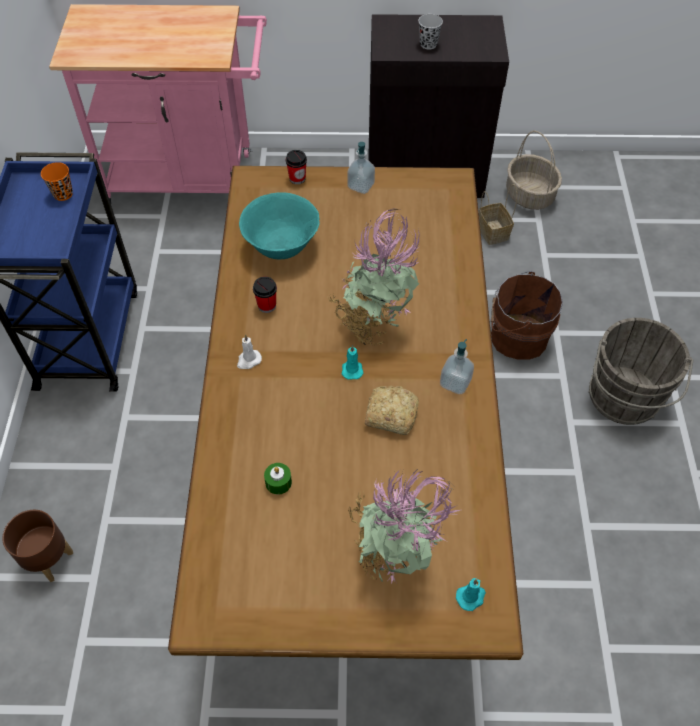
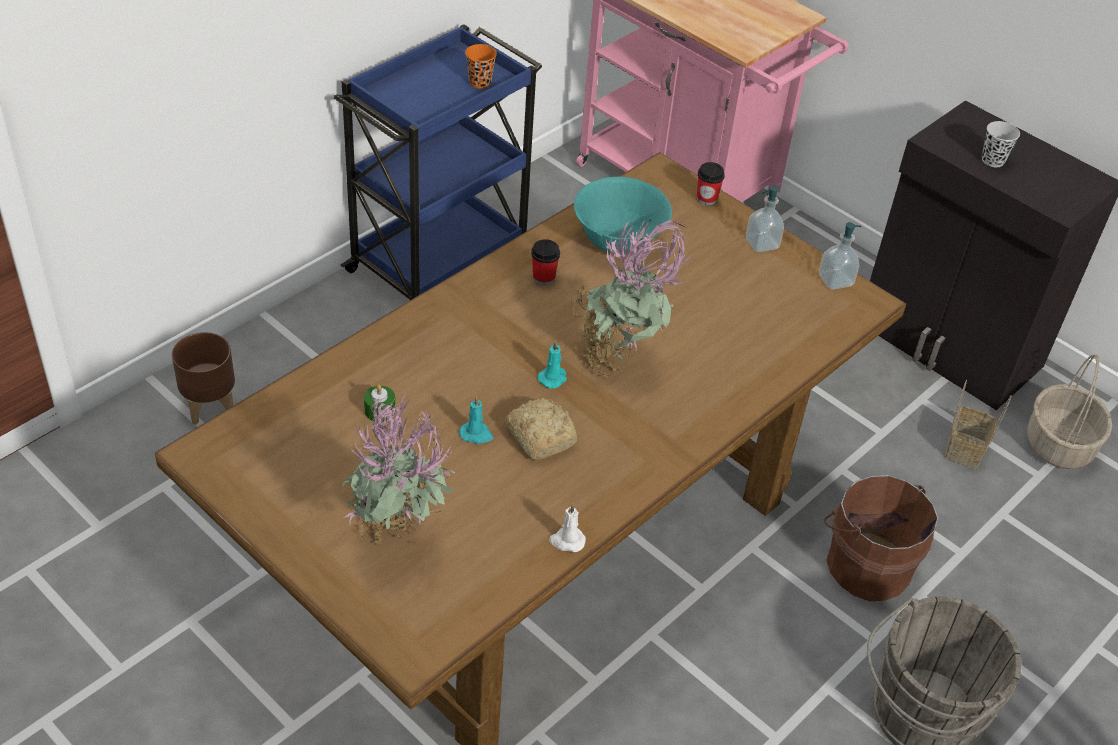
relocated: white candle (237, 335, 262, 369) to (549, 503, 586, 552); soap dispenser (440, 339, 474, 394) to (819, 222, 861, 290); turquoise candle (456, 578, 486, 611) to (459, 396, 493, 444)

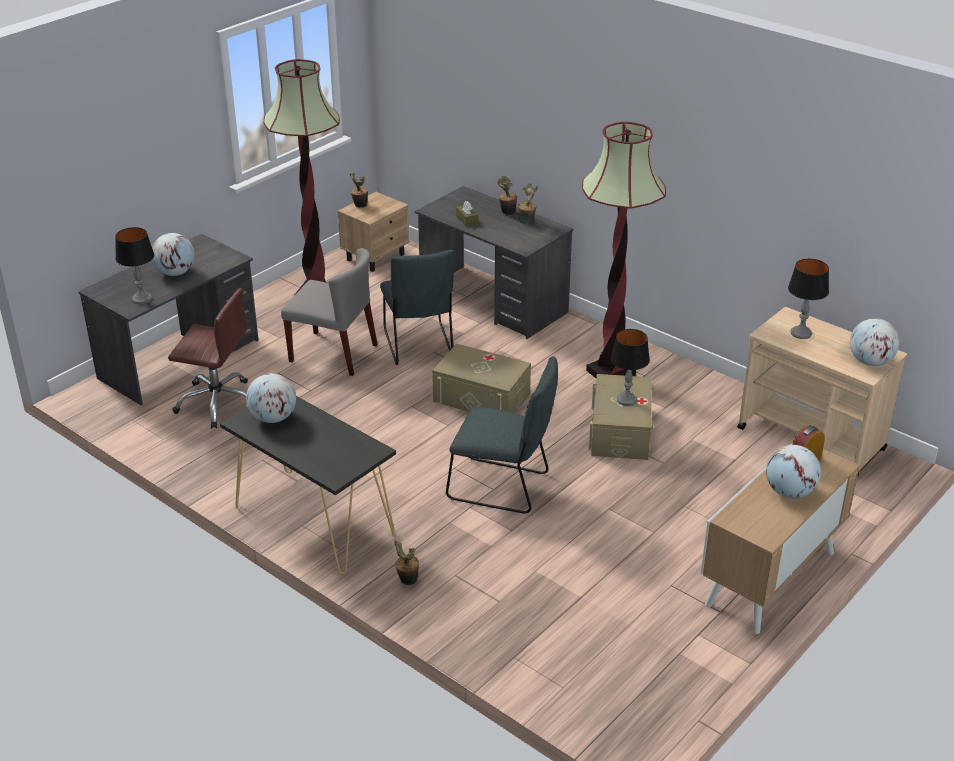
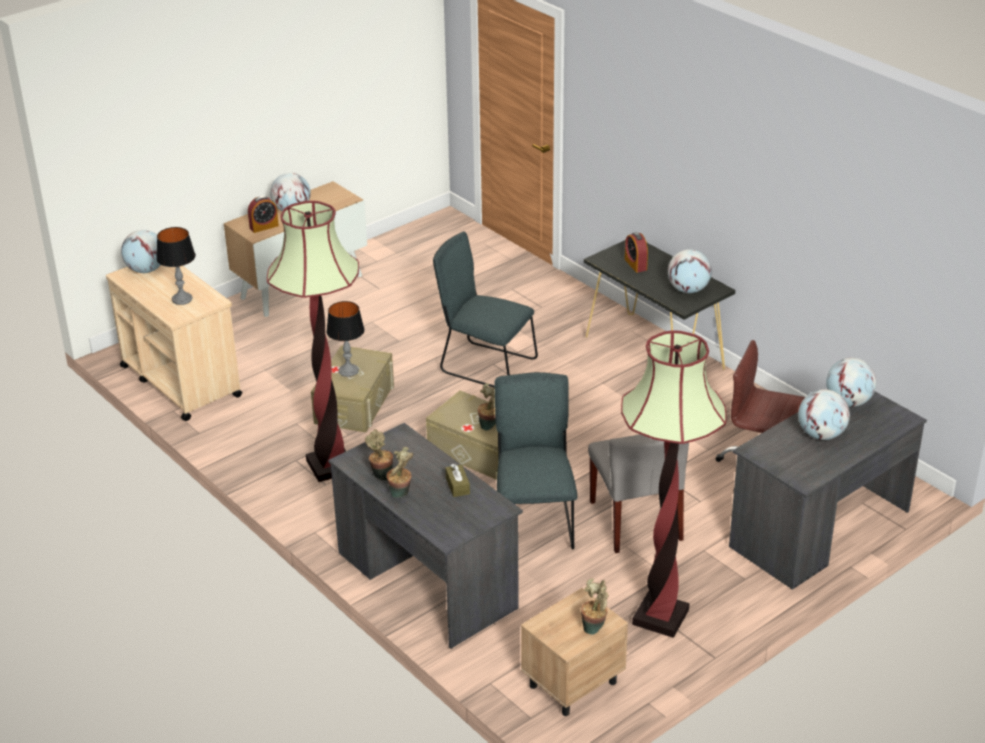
appeared: alarm clock (625, 232, 648, 273)
relocated: potted plant (394, 540, 419, 585) to (478, 383, 496, 430)
exchanged: table lamp (115, 227, 154, 304) to globe (826, 358, 877, 407)
spun: grey chair (281, 248, 378, 376) = (588, 434, 689, 553) 135 degrees counterclockwise

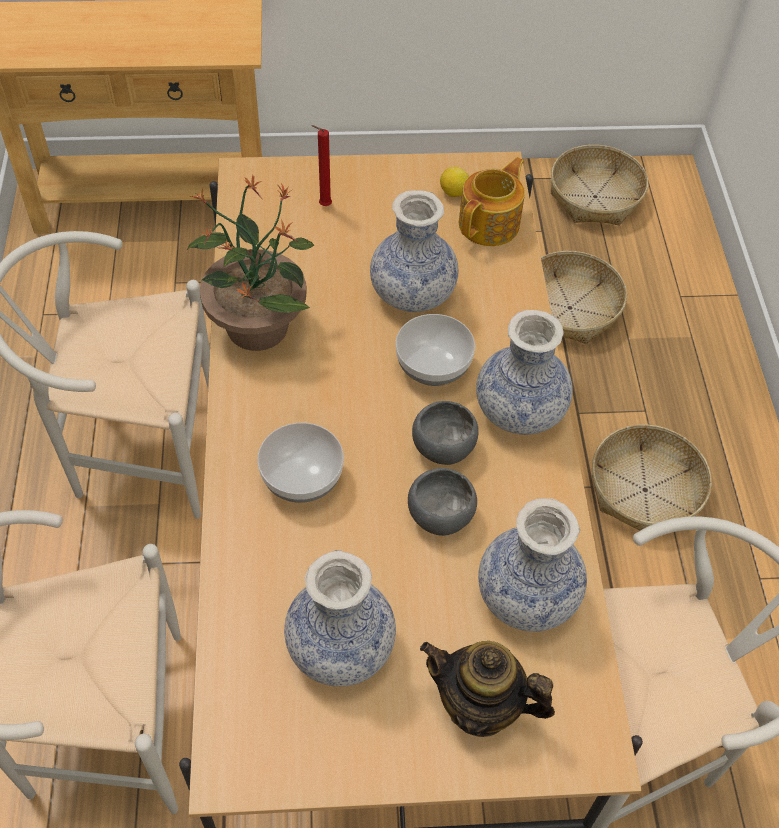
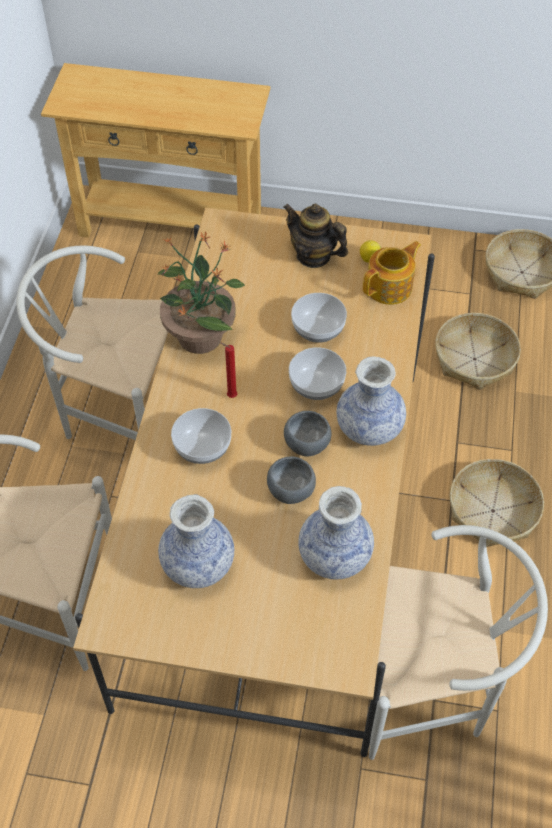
relocated: red candle (311, 125, 332, 206) to (220, 342, 237, 398); teapot (420, 641, 555, 737) to (283, 204, 348, 268)
exchanged: vase (370, 190, 459, 312) to bowl (291, 293, 347, 343)

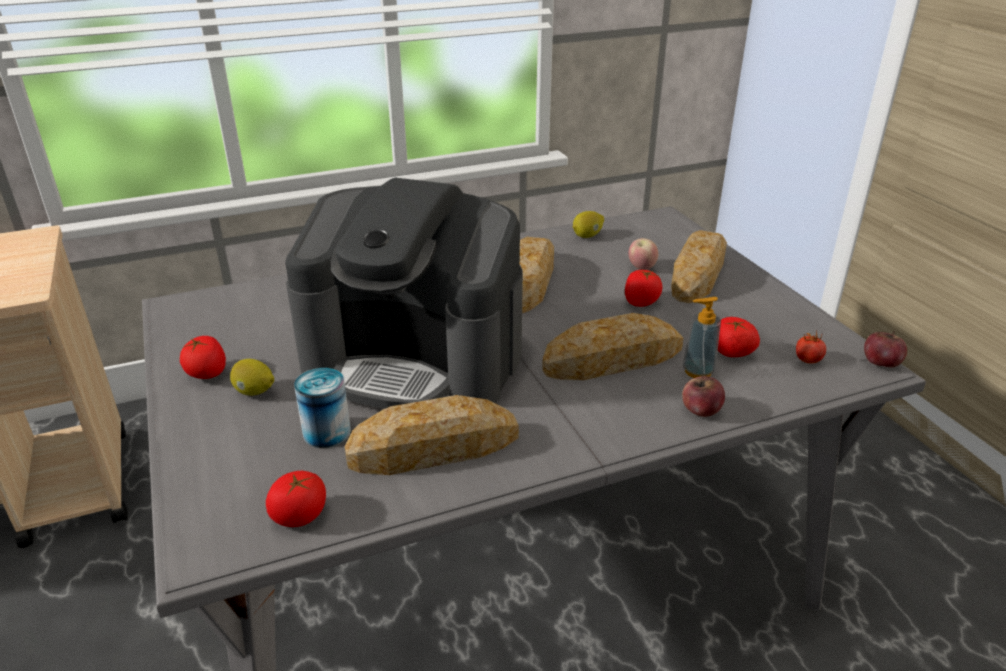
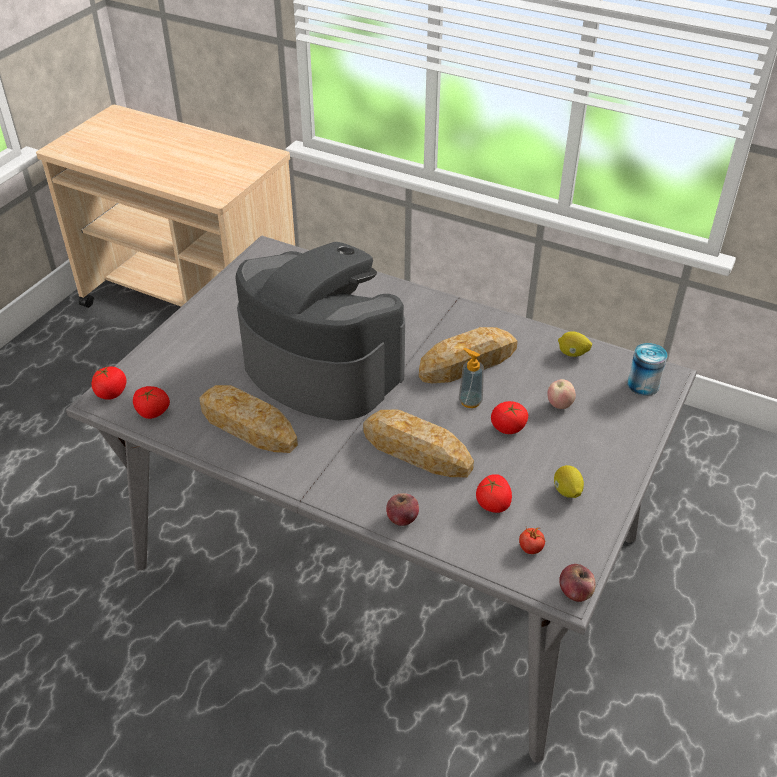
missing: bread (671, 230, 727, 303)
relocated: tomato (180, 336, 226, 379) to (92, 366, 127, 400); lemon (230, 359, 274, 396) to (554, 465, 584, 498); can (294, 368, 351, 448) to (627, 343, 668, 396); soap dispenser (682, 297, 721, 378) to (459, 348, 484, 408)
spun: coffee machine (285, 178, 523, 409) = (235, 242, 405, 421) 150 degrees clockwise

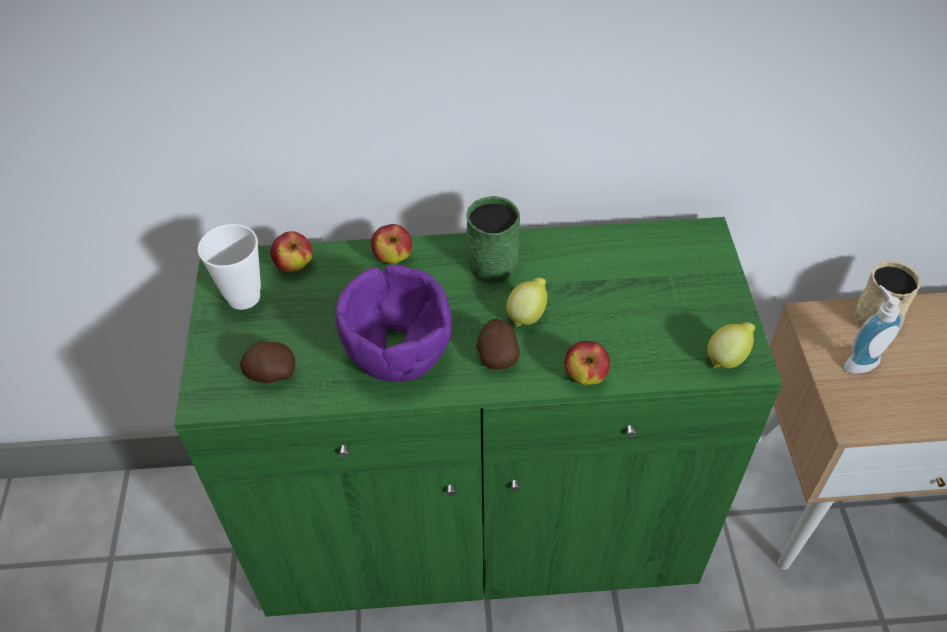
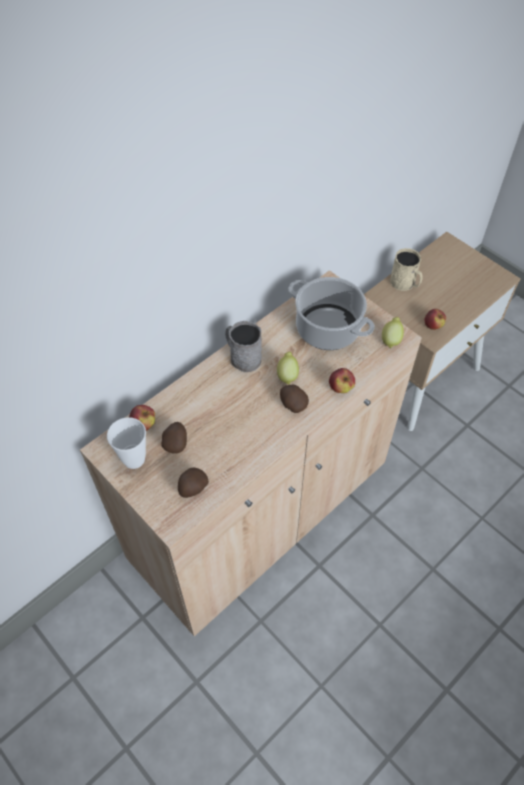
missing: purple bowl (336, 265, 452, 382); soap dispenser (844, 285, 904, 373)
appeared: potato (161, 422, 187, 454); cooking pot (288, 277, 375, 350)
relocated: apple (371, 224, 412, 264) to (425, 309, 446, 330)
colour: green cabinet (174, 217, 782, 617) to beige cabinet (80, 270, 422, 636); green mug (466, 196, 520, 283) to grey mug (225, 321, 262, 372)

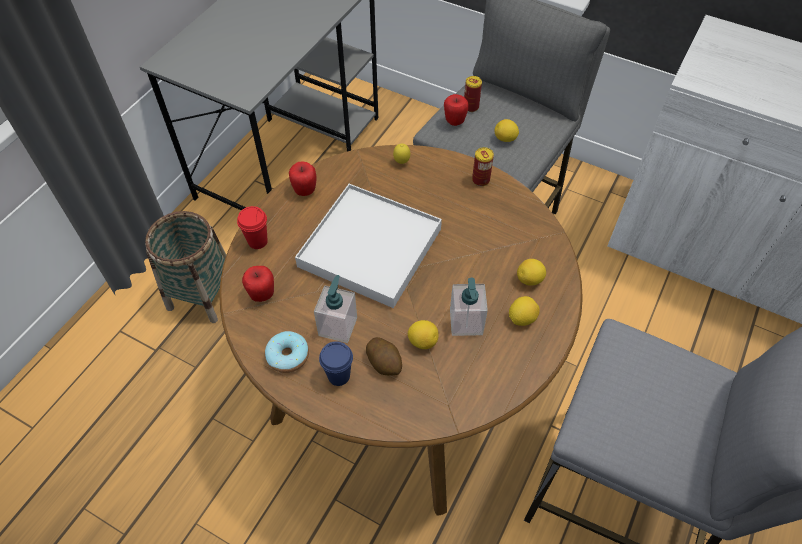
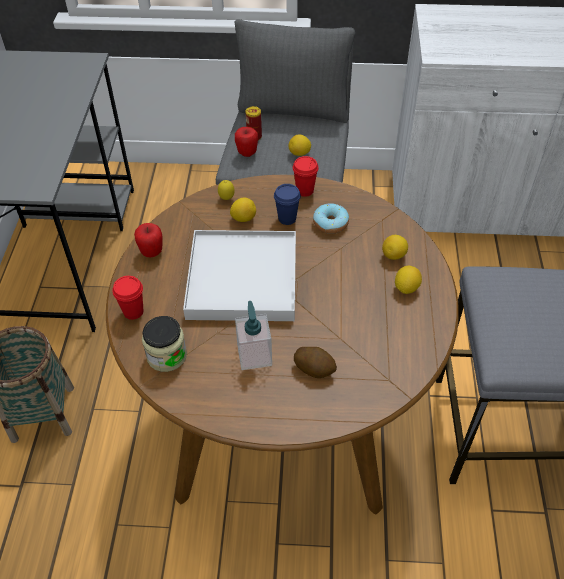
missing: soap dispenser (450, 277, 488, 336)
relocated: donut (265, 331, 309, 373) to (313, 203, 349, 234); blue cup (319, 341, 353, 386) to (274, 184, 301, 225); lemon (408, 320, 439, 349) to (230, 198, 256, 222)
exchanged: apple (242, 266, 274, 302) to jar (142, 316, 187, 372); can (472, 147, 494, 186) to red cup (293, 156, 319, 197)

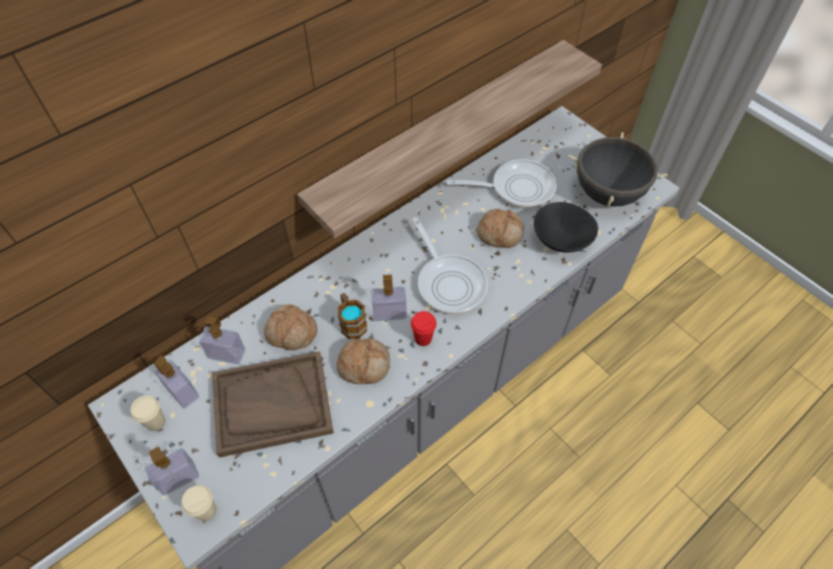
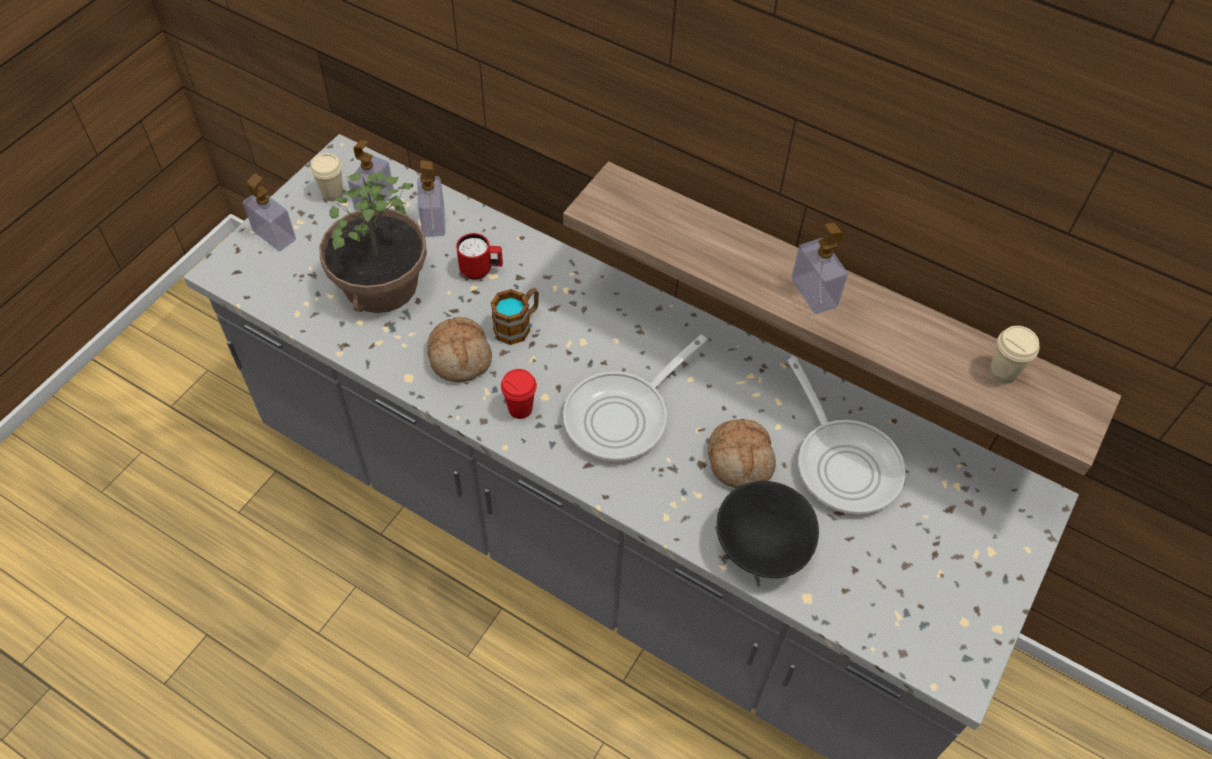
missing: black cooking pot (569, 132, 668, 207)
relocated: beige cup (181, 485, 216, 521) to (989, 326, 1039, 384); soap dispenser (371, 275, 407, 321) to (792, 223, 848, 314)
exchanged: brown tray (212, 351, 334, 458) to potted plant (320, 171, 427, 313); bread (264, 304, 317, 350) to red mug (456, 233, 503, 280)

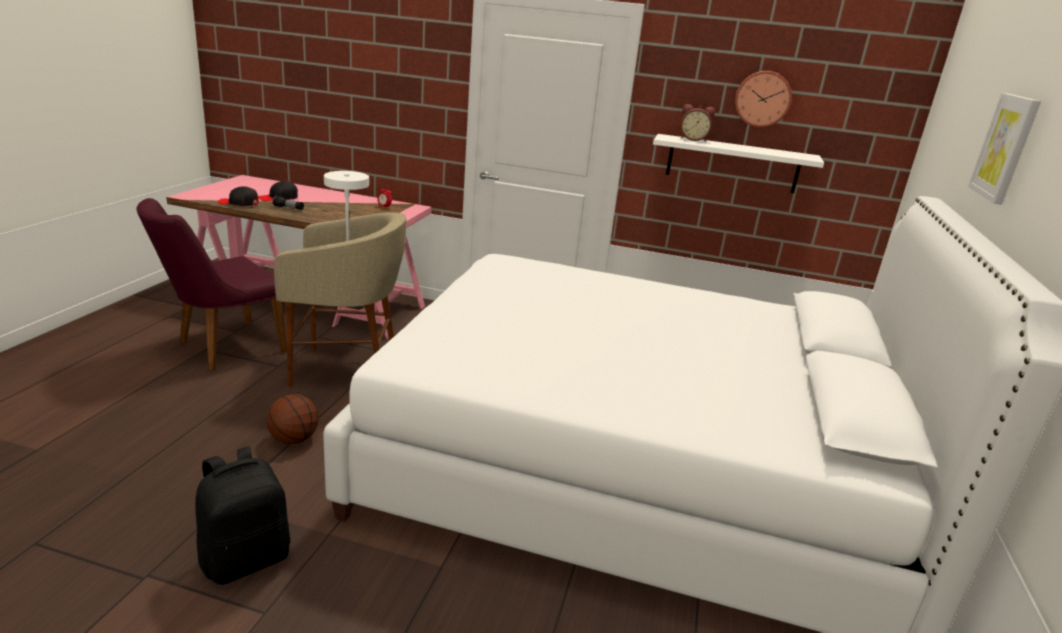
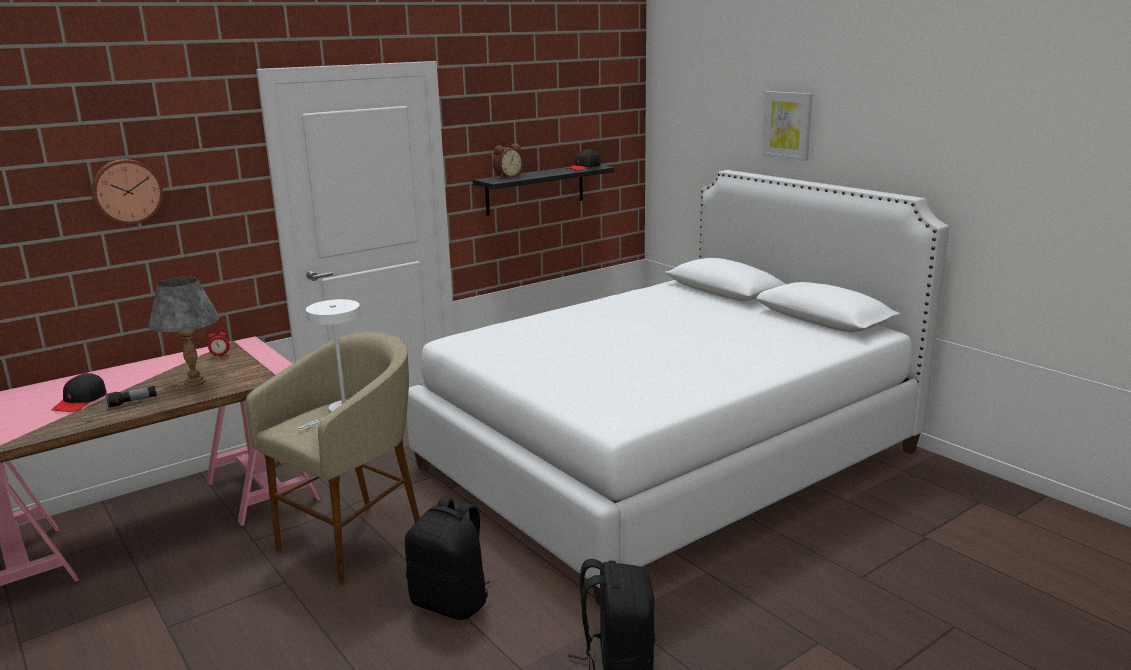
missing: purple chair (136, 198, 287, 371)
appeared: grey table lamp (149, 277, 220, 386)
relocated: black cap (218, 186, 259, 206) to (566, 149, 601, 171); wall clock (735, 71, 792, 128) to (92, 159, 163, 224)
exchanged: basketball (266, 394, 319, 444) to black backpack (405, 497, 490, 620)
colour: white shelf (653, 134, 824, 193) to black shelf (473, 165, 615, 216)

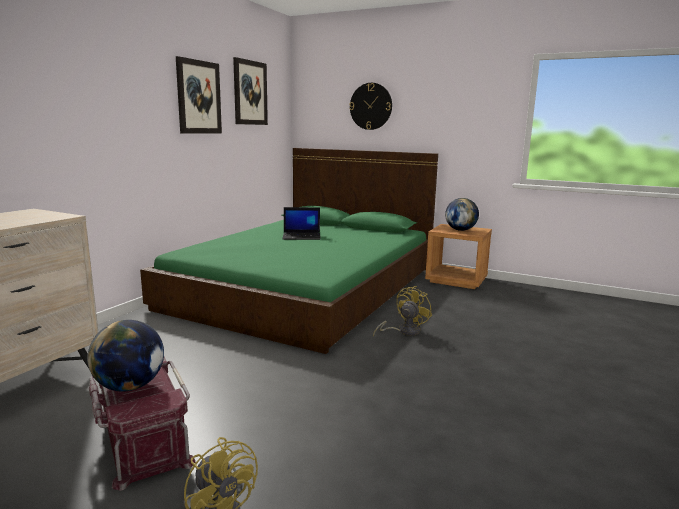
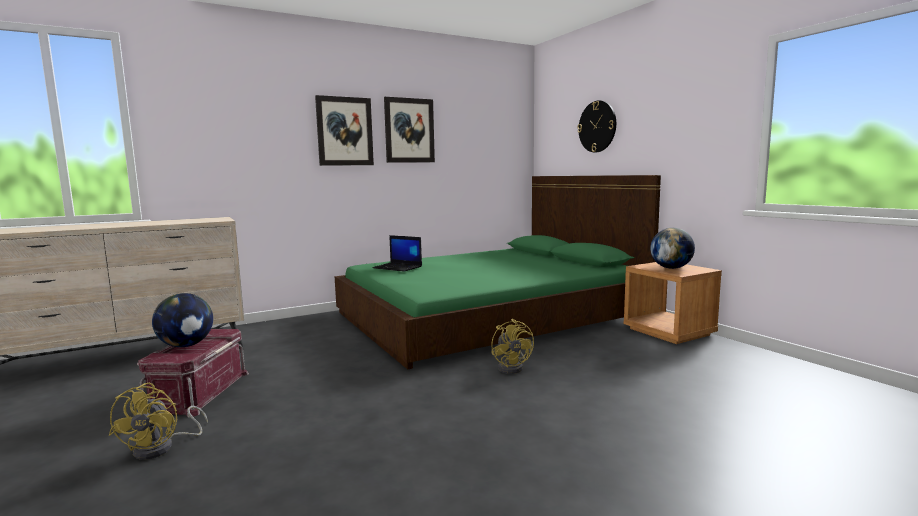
relocated: picture (233, 57, 268, 125) to (315, 95, 374, 166); laptop (282, 207, 320, 240) to (373, 235, 422, 272)
spun: yellow fan (373, 286, 432, 336) = (491, 319, 534, 374) 90 degrees clockwise

